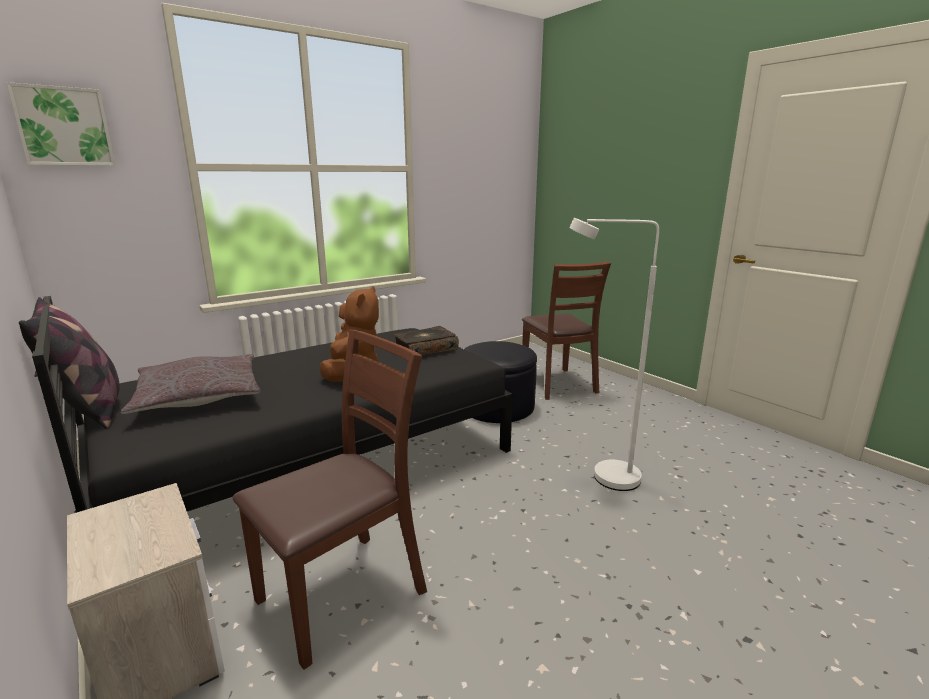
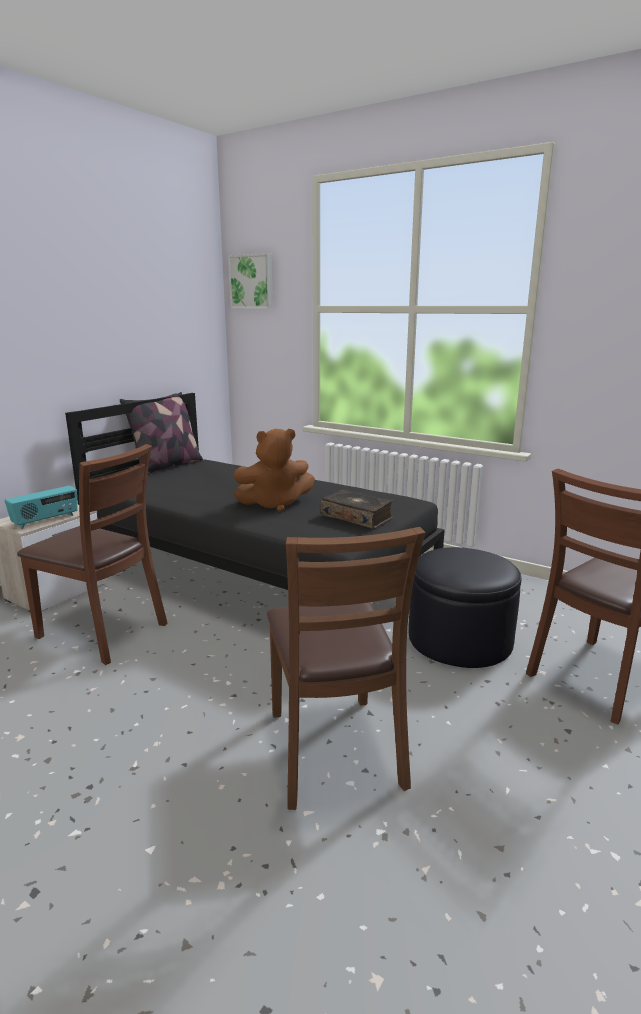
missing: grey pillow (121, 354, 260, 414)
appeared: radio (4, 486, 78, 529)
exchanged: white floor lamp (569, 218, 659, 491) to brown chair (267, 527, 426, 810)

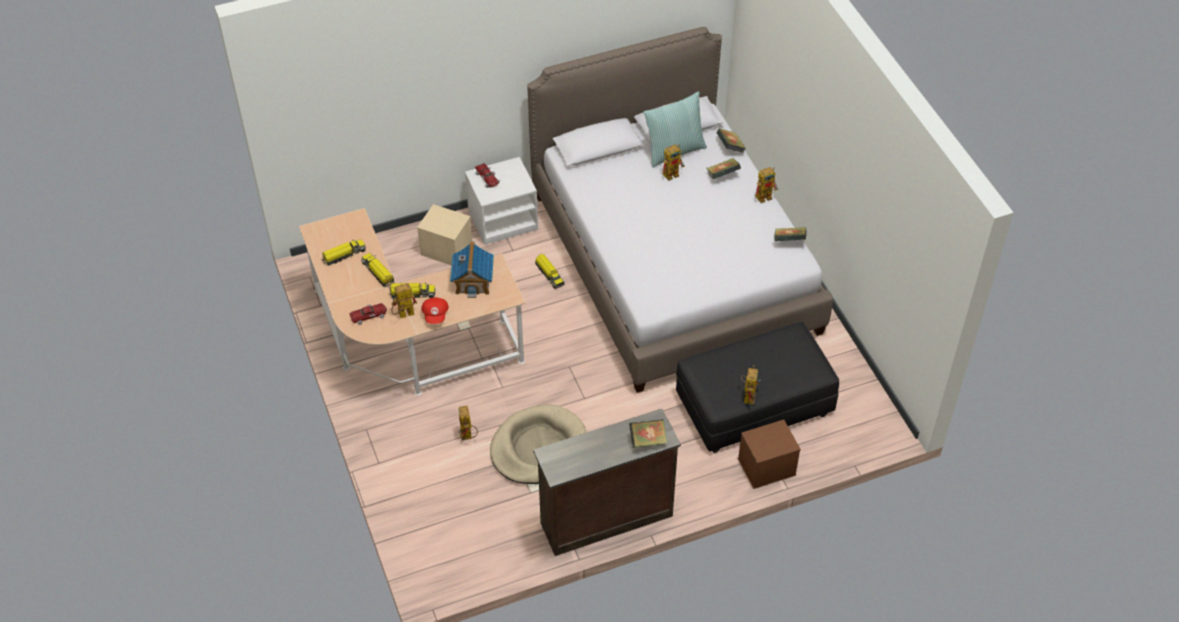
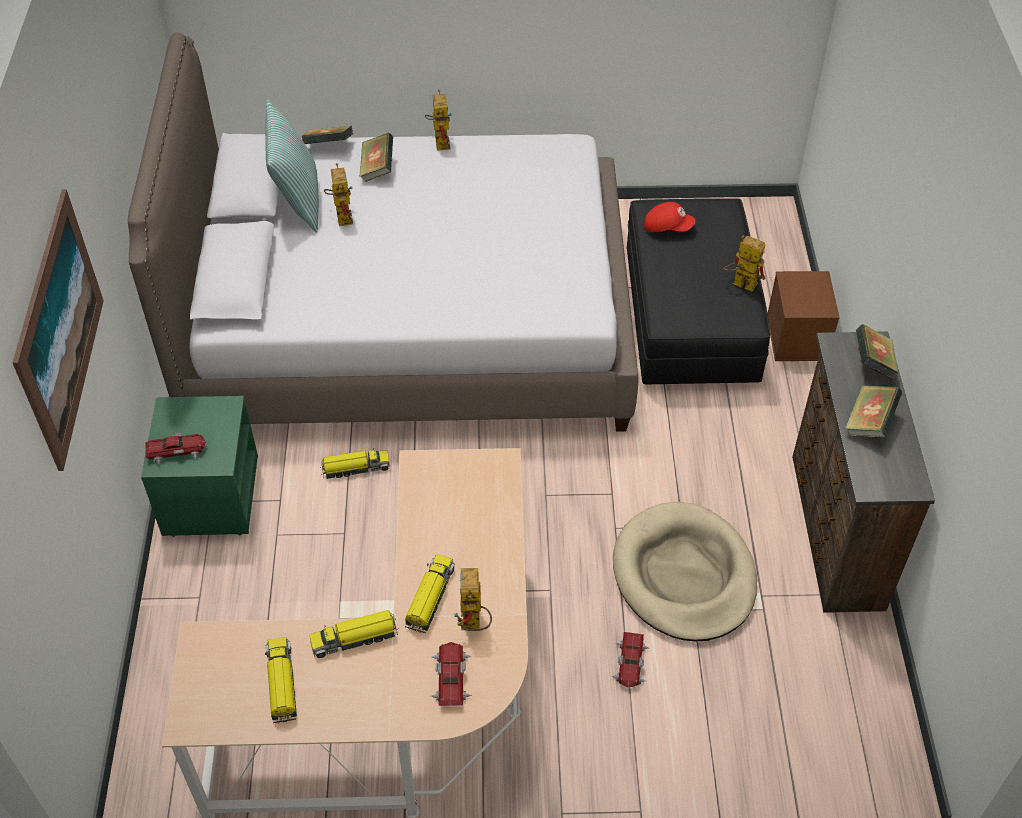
missing: beige storage box (417, 204, 472, 265); toy house (450, 241, 494, 298)
appeared: picture (12, 189, 104, 471)
relocated: red cap (421, 297, 449, 324) to (644, 202, 695, 232); book (774, 227, 807, 241) to (845, 385, 902, 438)
exchanged: toy robot (458, 405, 478, 441) to toy car (611, 632, 649, 687)
colour: white nightstand (465, 157, 538, 245) to green nightstand (141, 396, 258, 537)

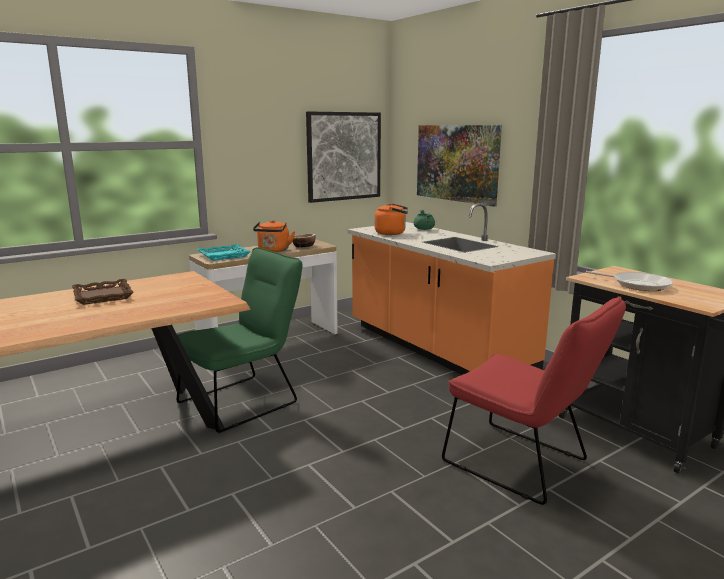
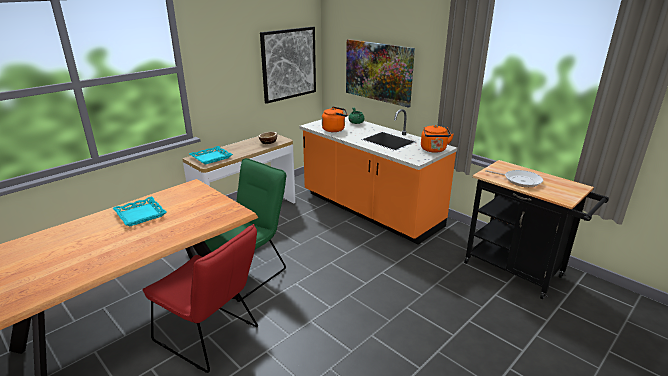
relocated: orange kettle (253, 220, 295, 252) to (421, 125, 454, 153); red chair (442, 296, 626, 505) to (143, 224, 258, 373)
colour: brown tray (72, 279, 134, 305) to turquoise tray (113, 197, 167, 226)

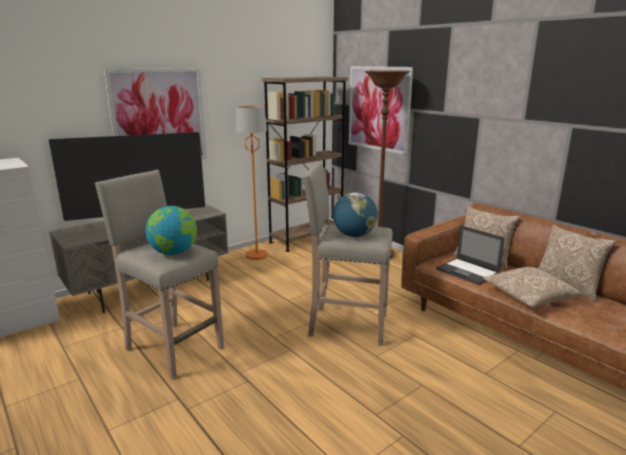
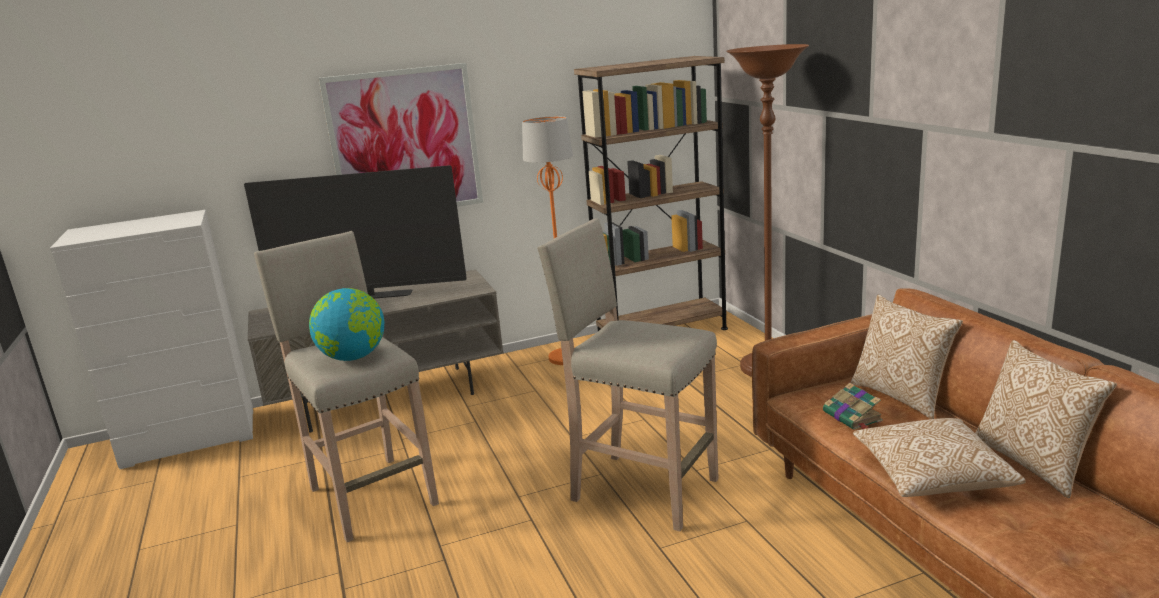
missing: globe (333, 192, 378, 237); picture (349, 66, 413, 155)
exchanged: laptop (436, 225, 505, 285) to book (823, 383, 883, 430)

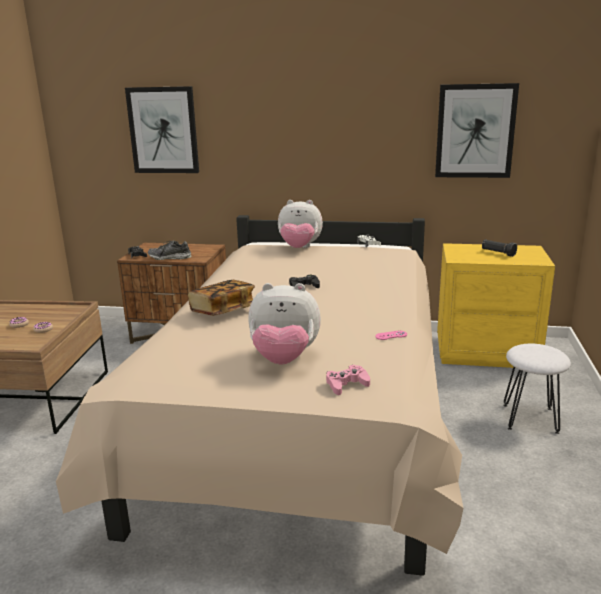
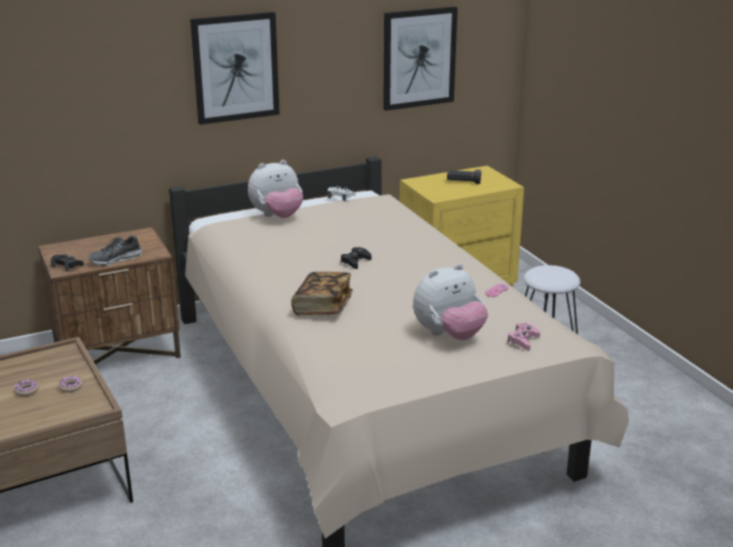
relocated: picture (125, 86, 199, 173) to (190, 12, 280, 125)

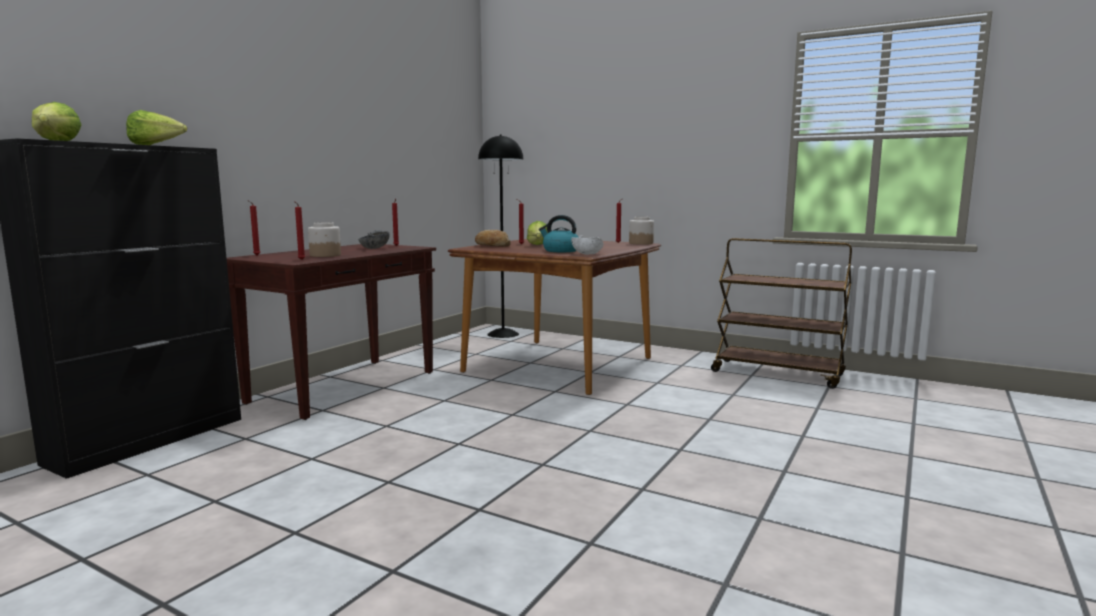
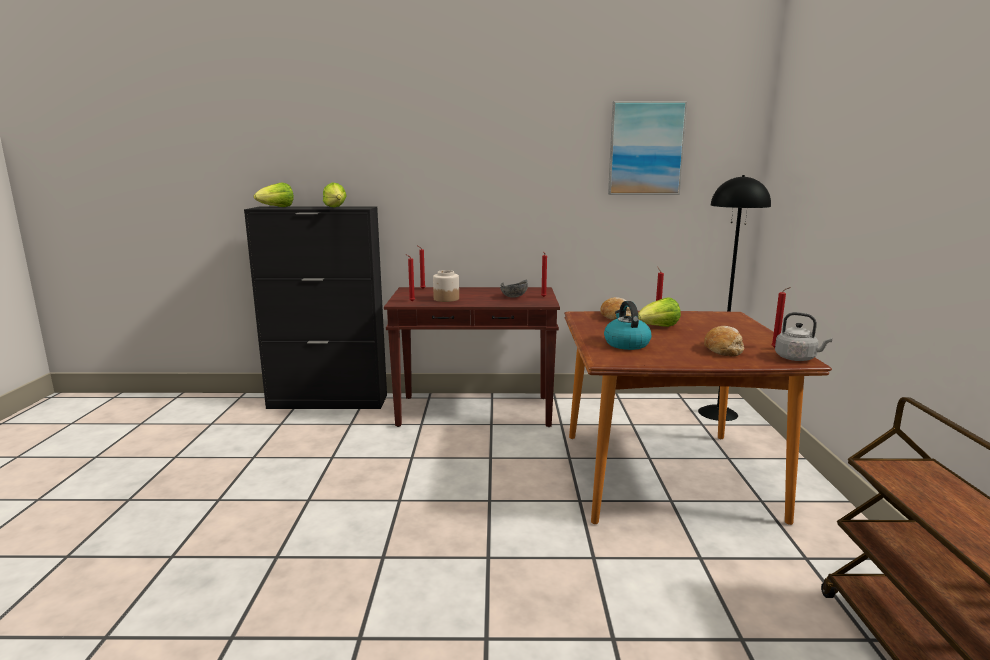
missing: white bowl (571, 235, 604, 255)
appeared: picture (608, 101, 687, 195); bread (704, 326, 744, 357)
exchanged: jar (629, 217, 654, 245) to grey kettle (775, 312, 832, 361)

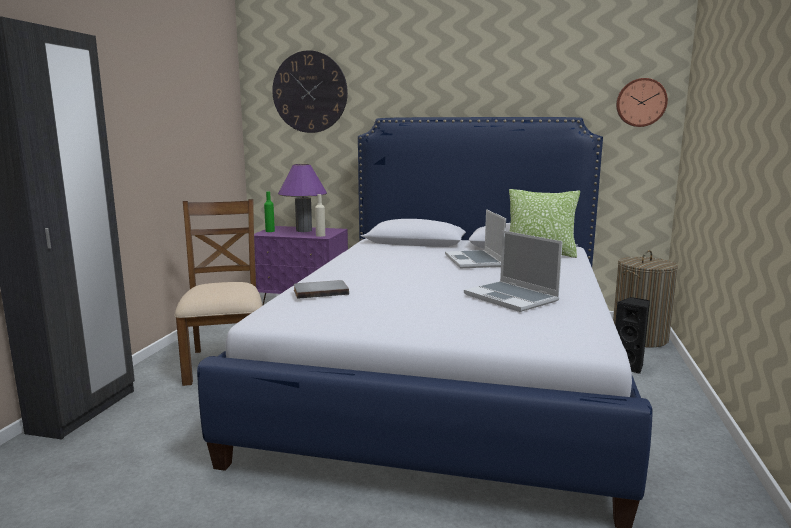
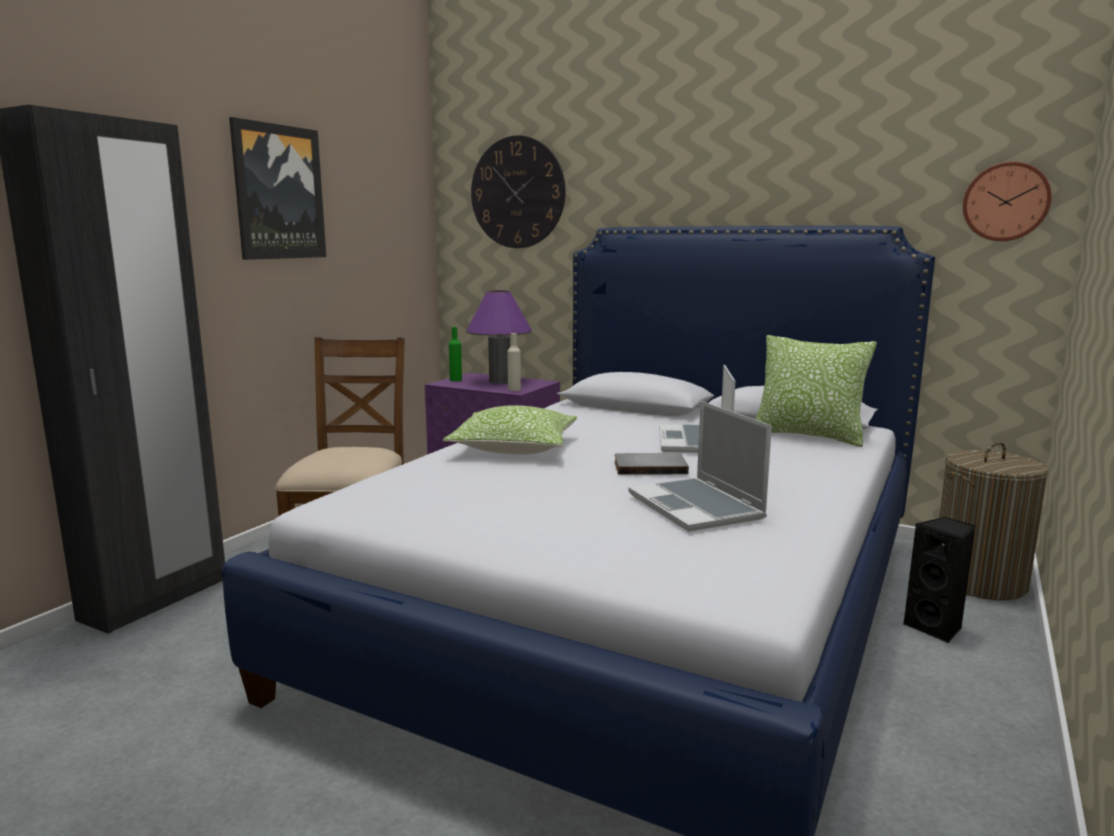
appeared: picture (229, 117, 326, 260); pillow (443, 405, 577, 454)
relocated: grey book (294, 280, 349, 299) to (614, 453, 689, 475)

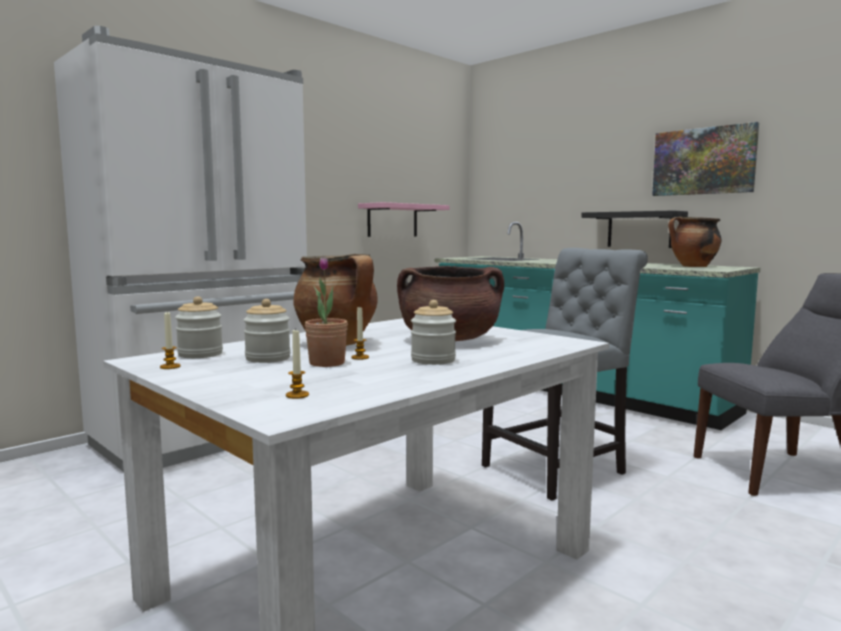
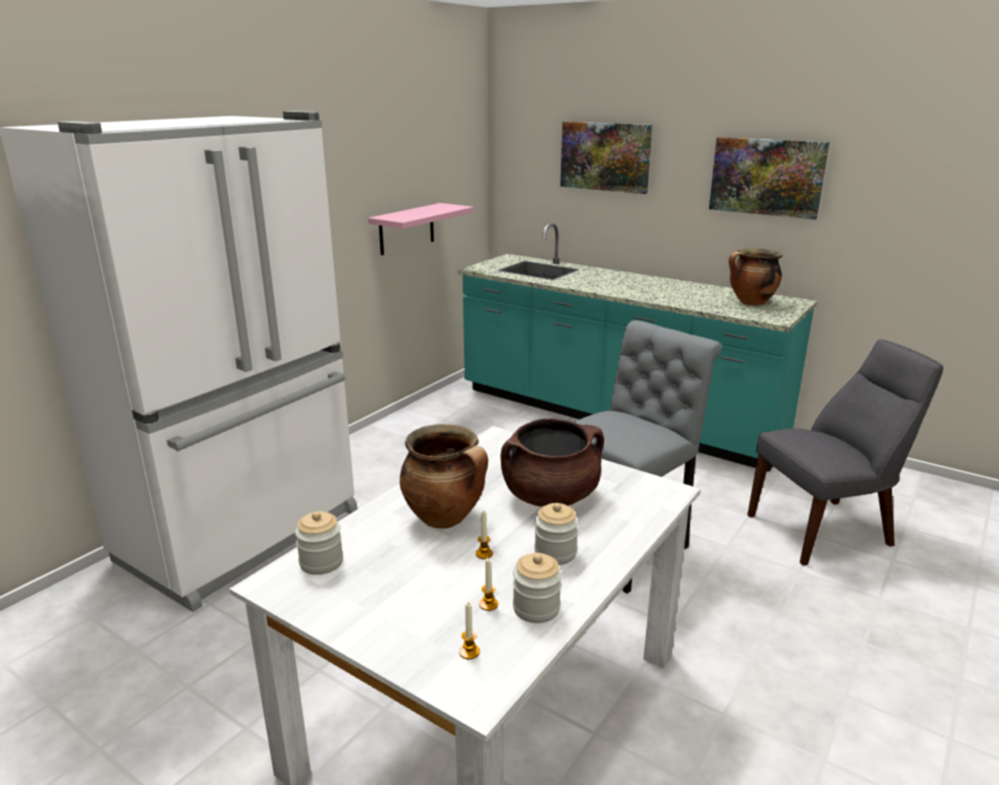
missing: potted plant (305, 257, 348, 367); black shelf (581, 210, 688, 248)
appeared: picture (560, 121, 653, 194)
relocated: candle (160, 312, 181, 369) to (479, 558, 498, 611); jar (244, 299, 291, 363) to (513, 553, 562, 623)

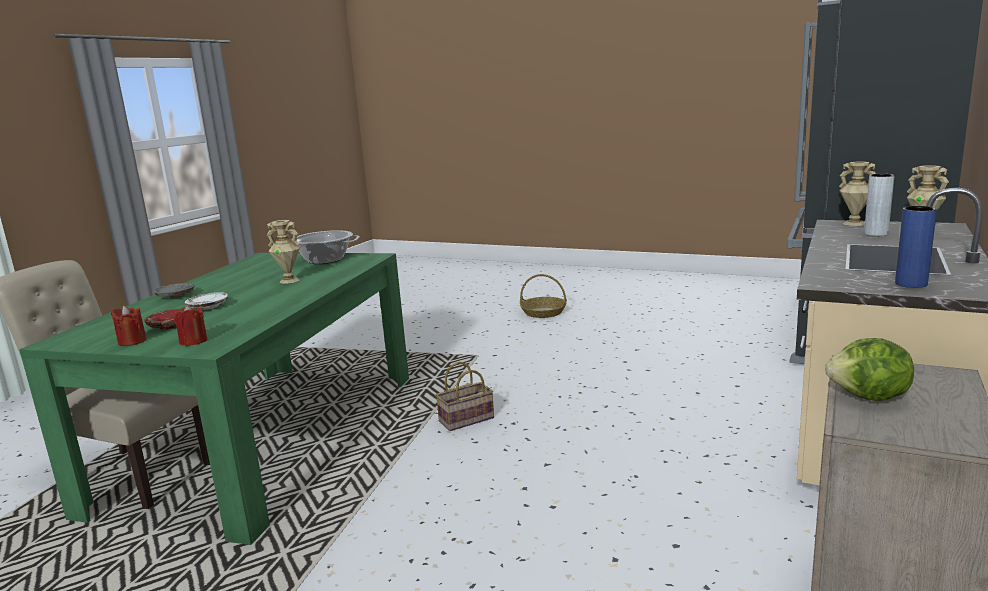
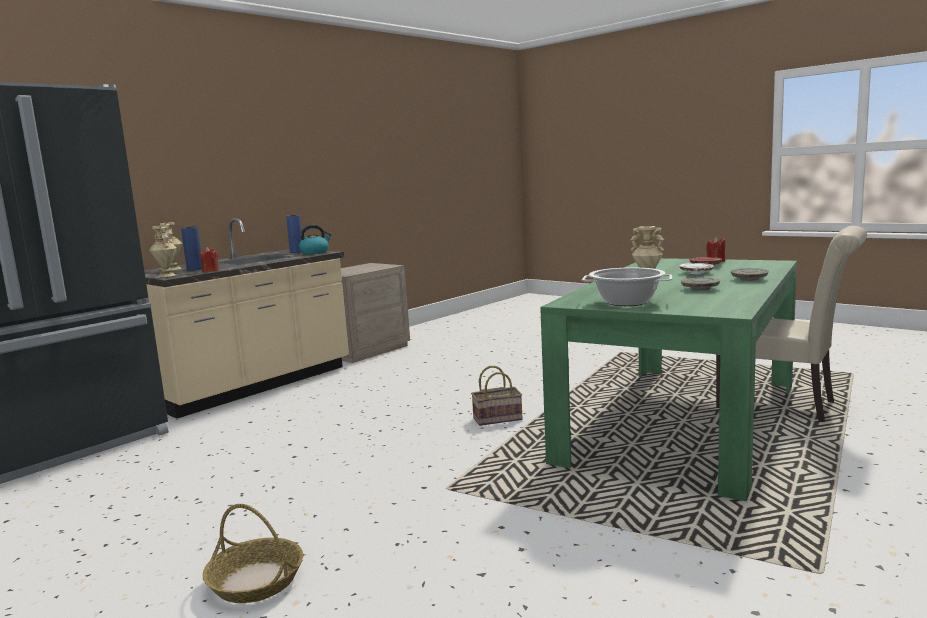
missing: lettuce (825, 338, 914, 401)
appeared: kettle (299, 225, 332, 254); grey plate (681, 278, 720, 291)
relocated: red candle (174, 304, 207, 346) to (199, 247, 219, 272)
colour: grey vase (864, 174, 894, 236) to blue vase (181, 226, 202, 271)

